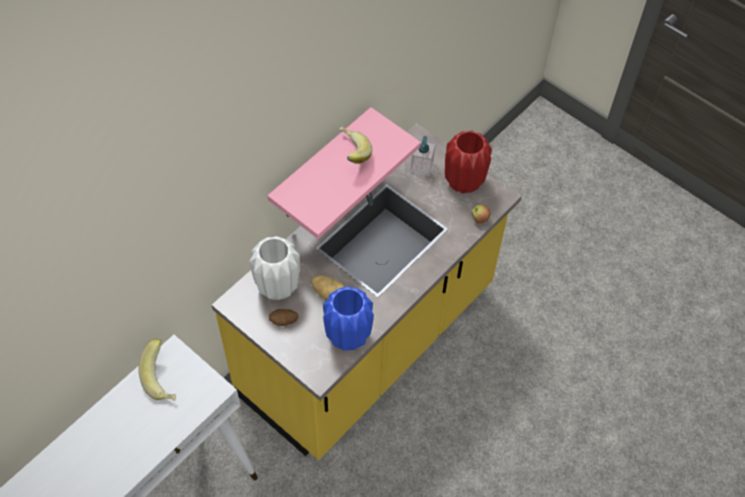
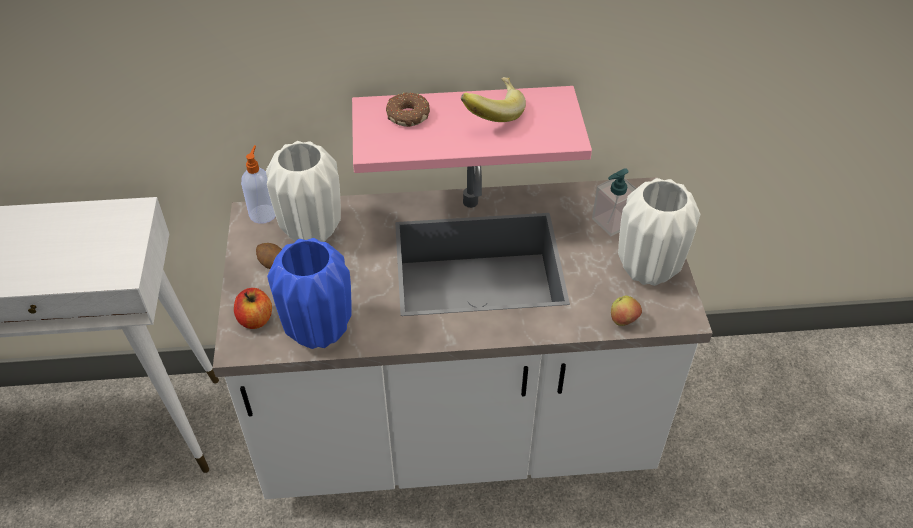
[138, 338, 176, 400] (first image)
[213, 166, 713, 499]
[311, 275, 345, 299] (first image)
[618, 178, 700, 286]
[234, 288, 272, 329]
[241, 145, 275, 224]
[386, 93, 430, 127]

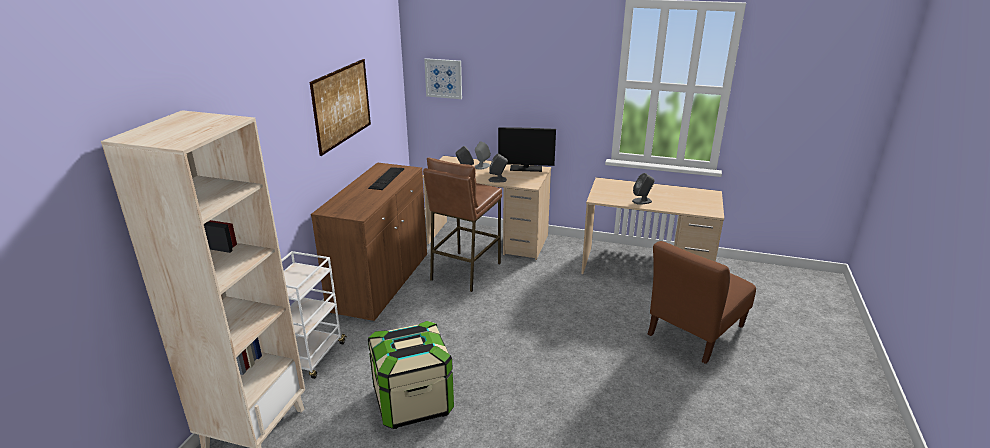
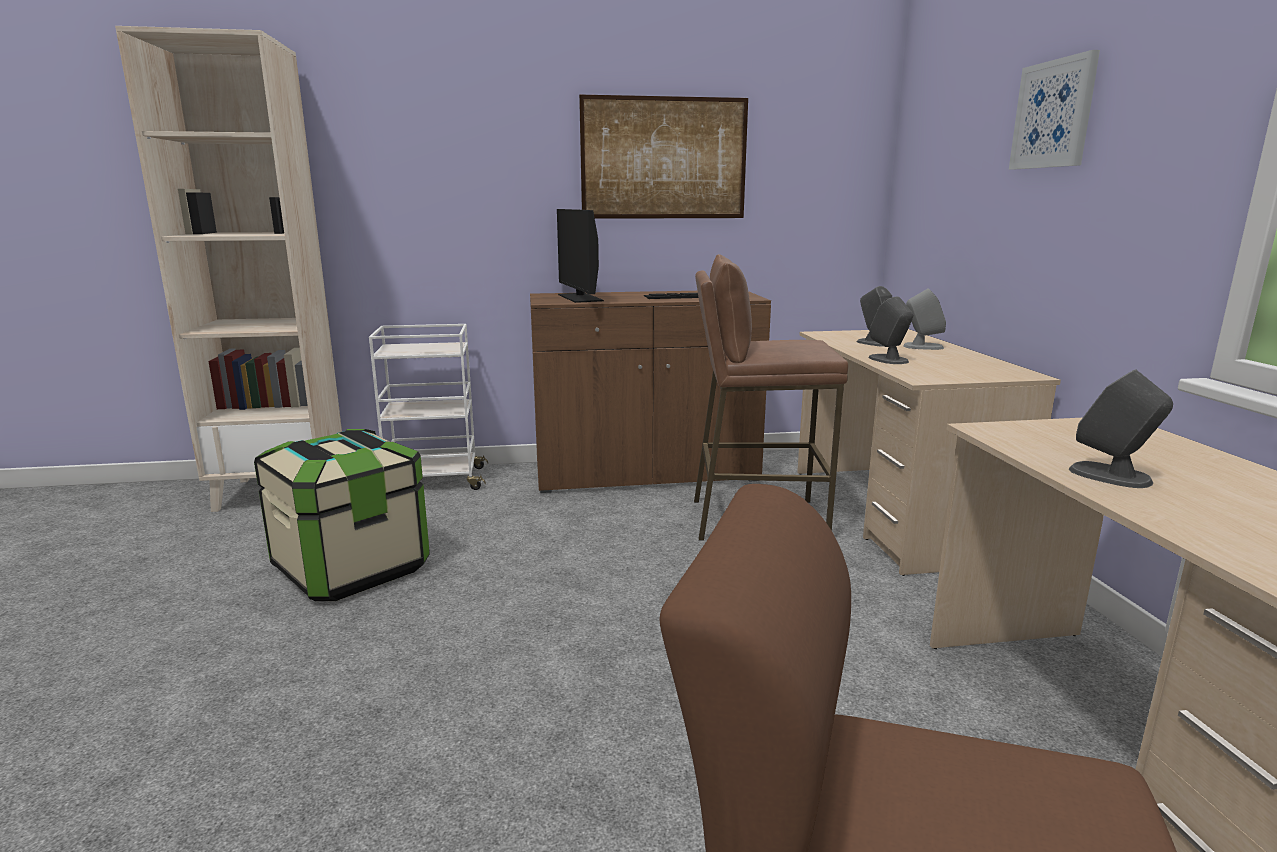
[1009, 50, 1100, 169]
[557, 209, 604, 303]

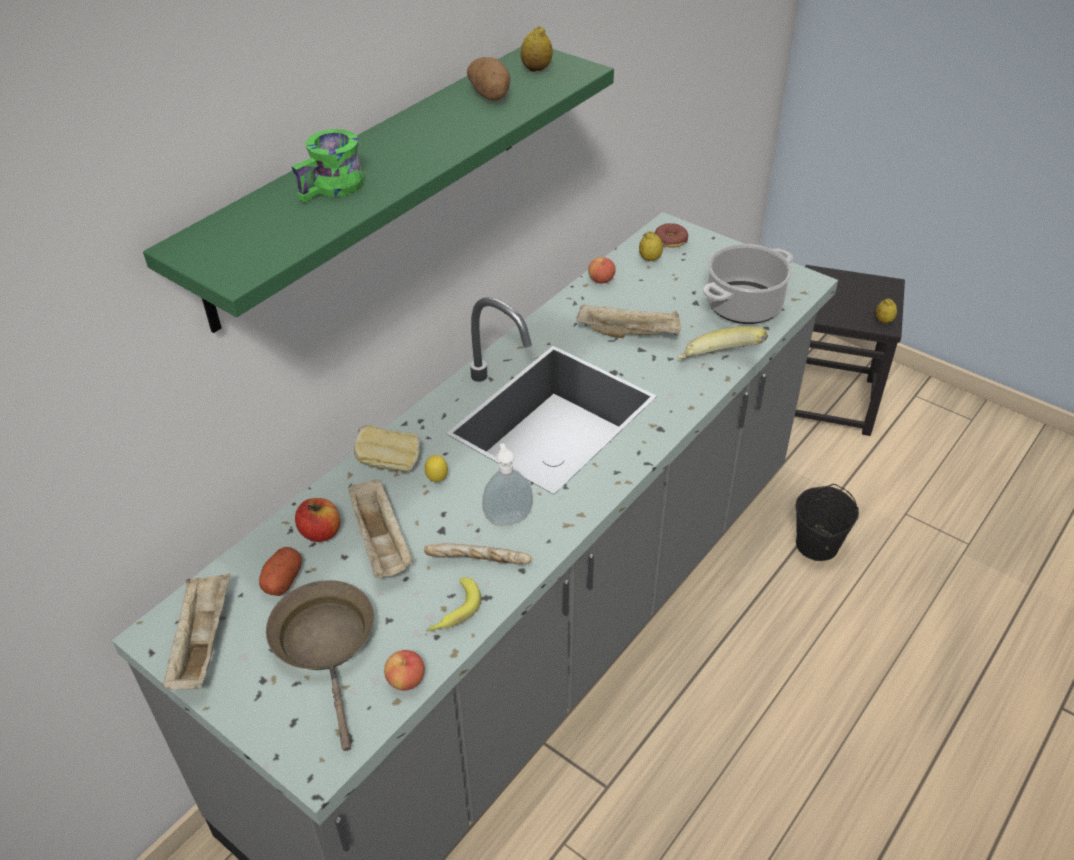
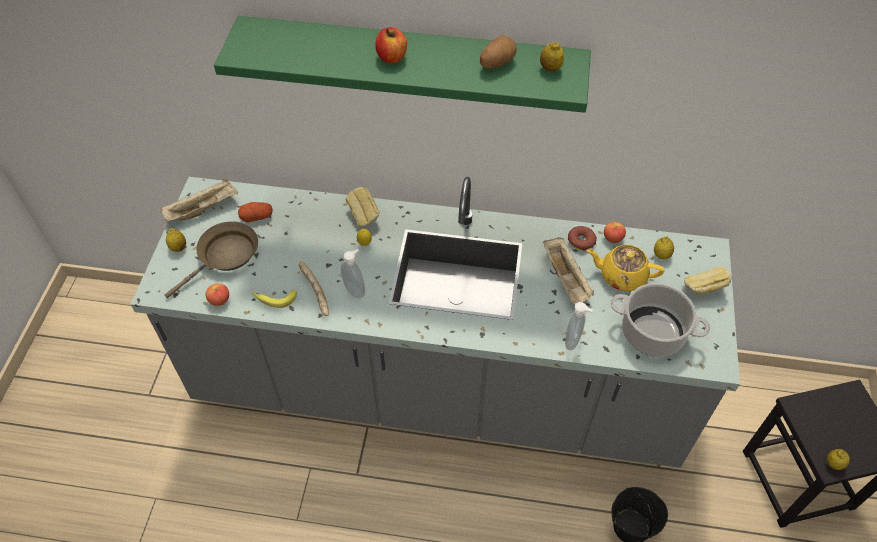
[291, 129, 364, 203] (first image)
[375, 27, 407, 63]
[348, 479, 413, 578] (first image)
[568, 226, 597, 251]
[565, 302, 593, 350]
[166, 228, 186, 252]
[587, 245, 664, 291]
[684, 266, 732, 295]

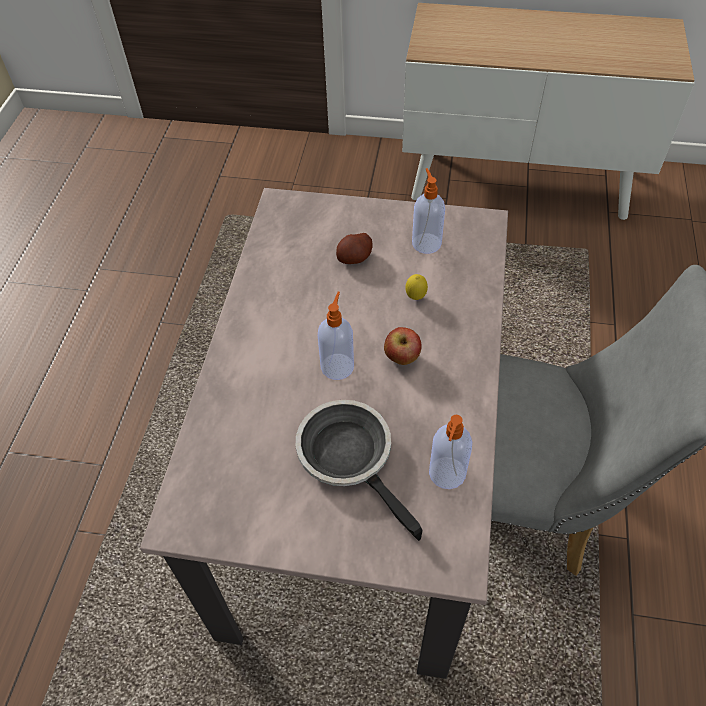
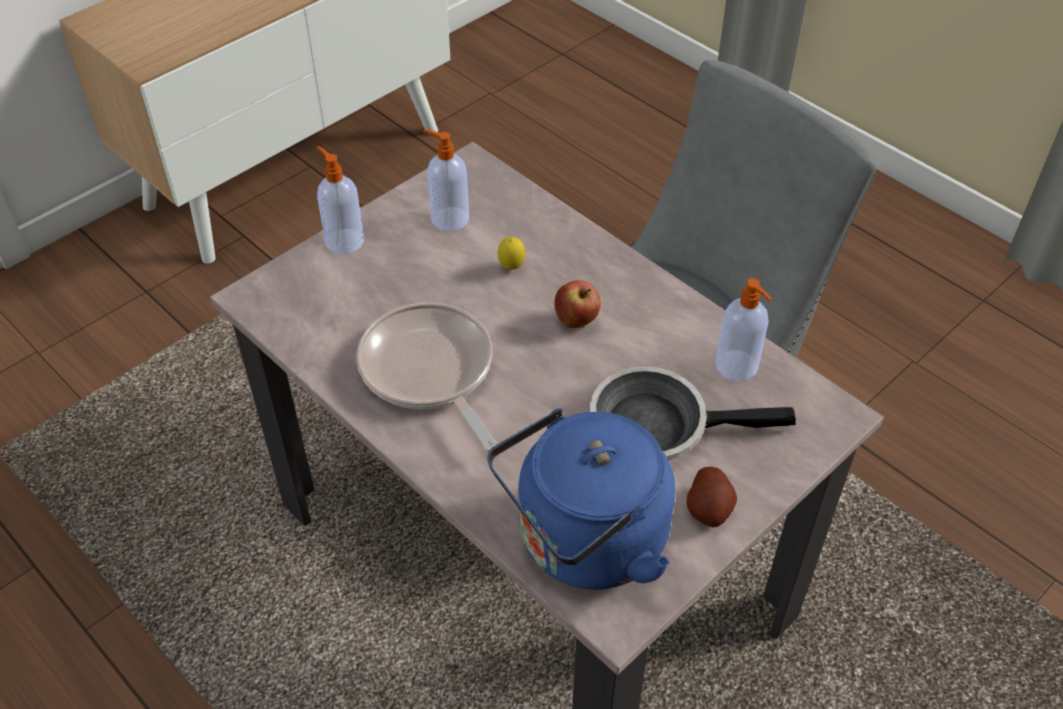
[317, 146, 364, 255]
[687, 467, 737, 527]
[356, 303, 497, 451]
[487, 408, 675, 590]

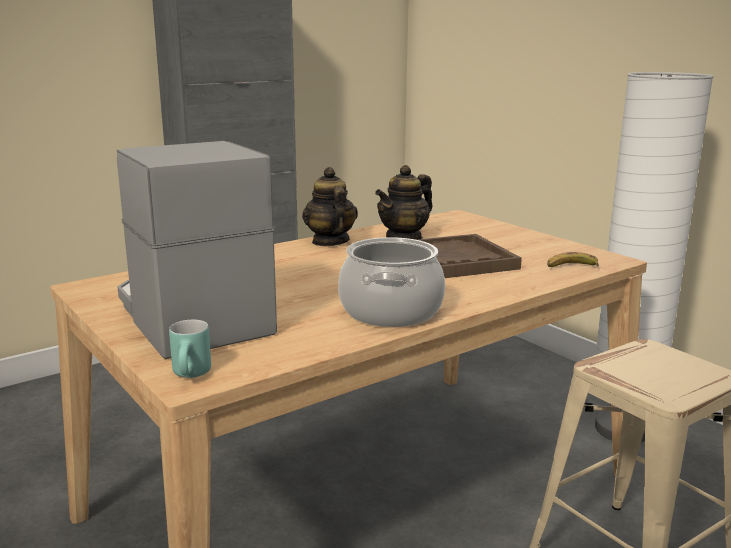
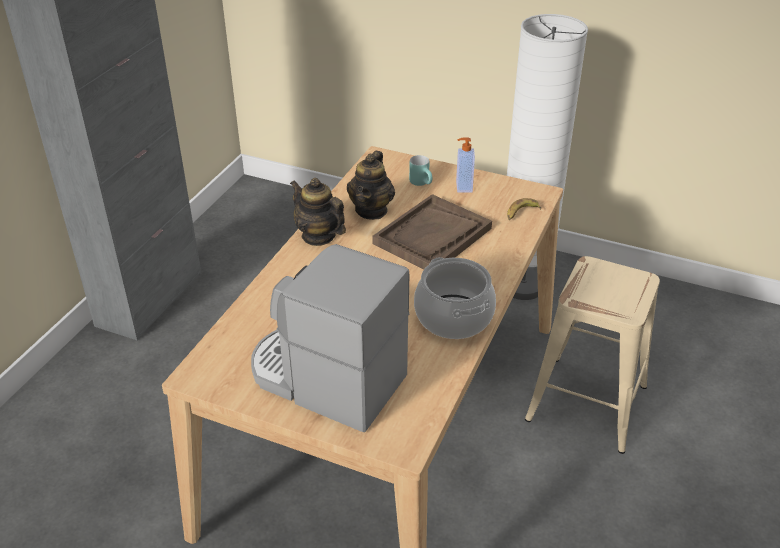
[409, 155, 433, 186]
[456, 137, 475, 193]

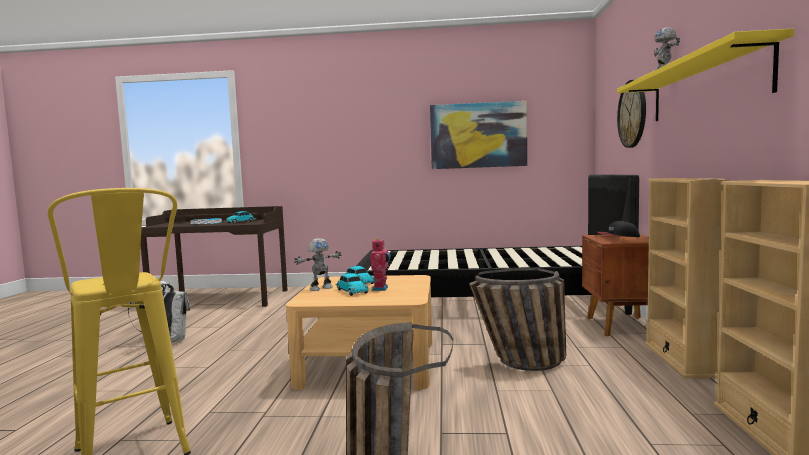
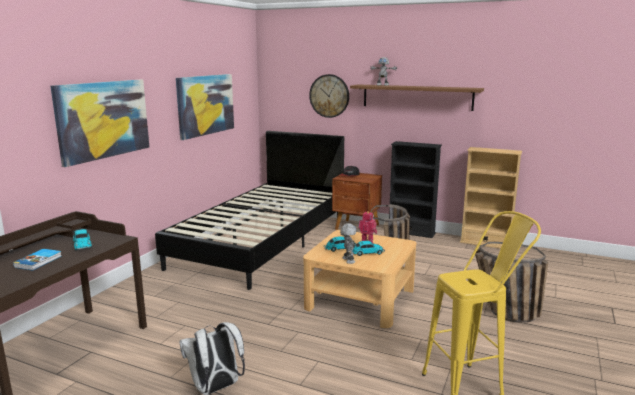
[350, 84, 484, 111]
[389, 141, 442, 238]
[51, 80, 149, 167]

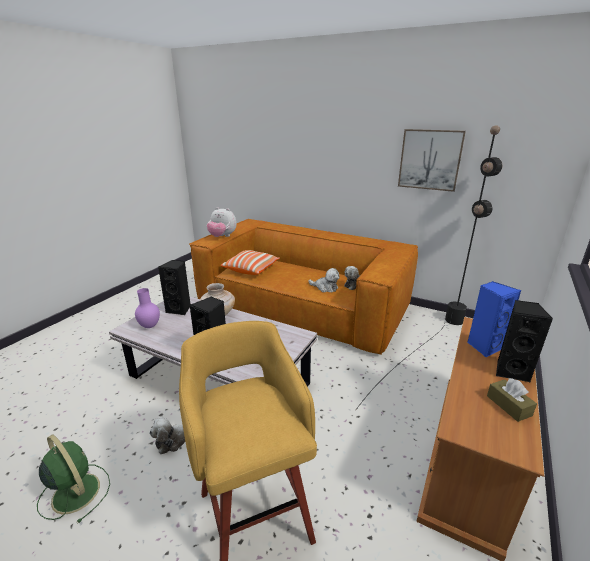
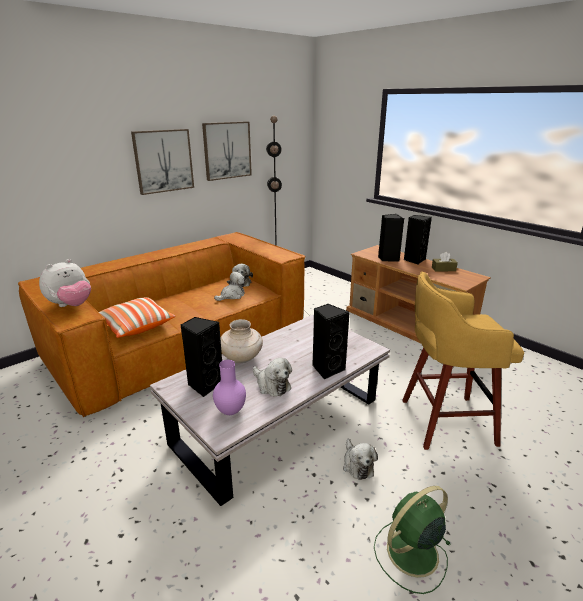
[378, 214, 404, 262]
[131, 129, 194, 195]
[253, 358, 292, 396]

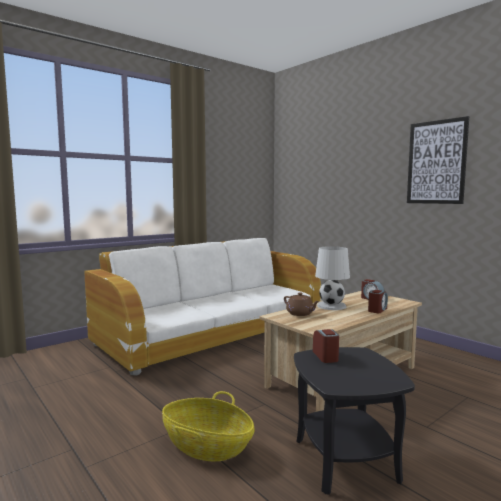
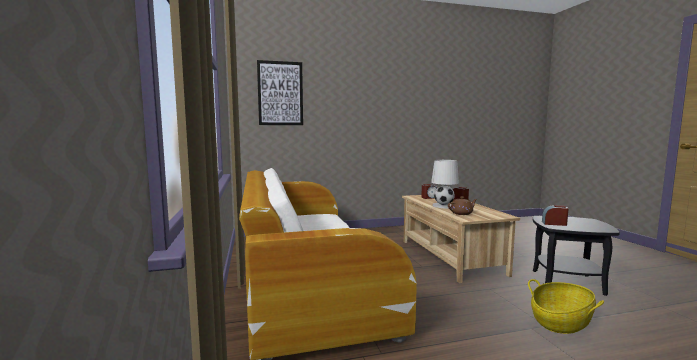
[257, 60, 303, 125]

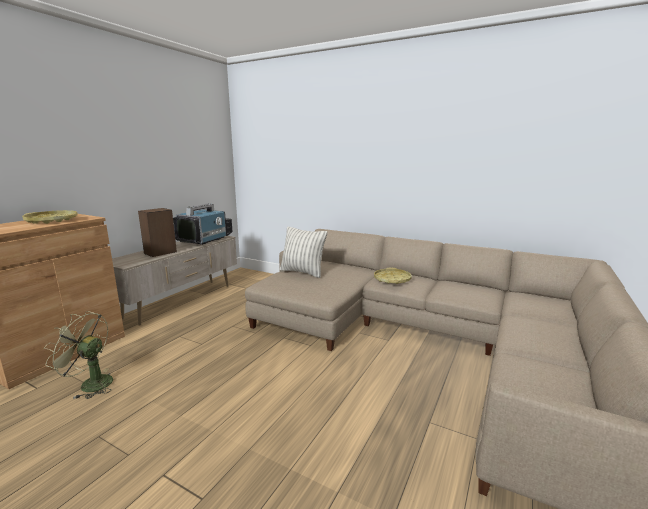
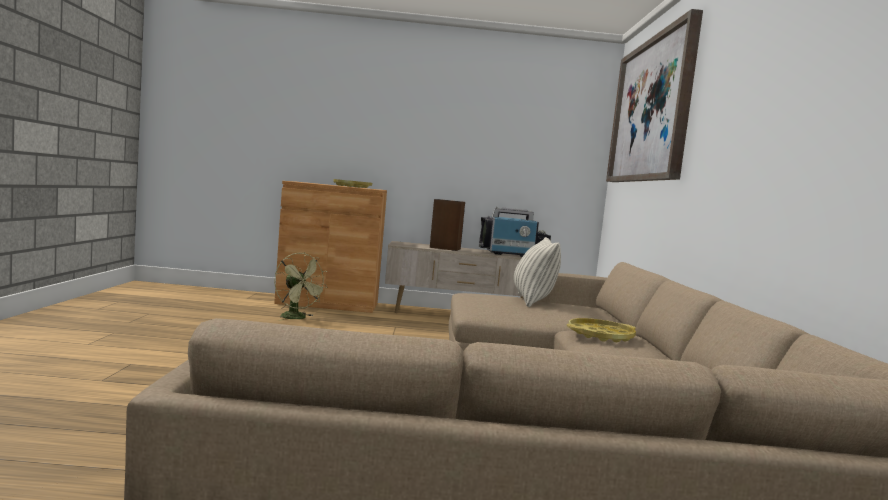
[274, 253, 328, 321]
[606, 9, 703, 182]

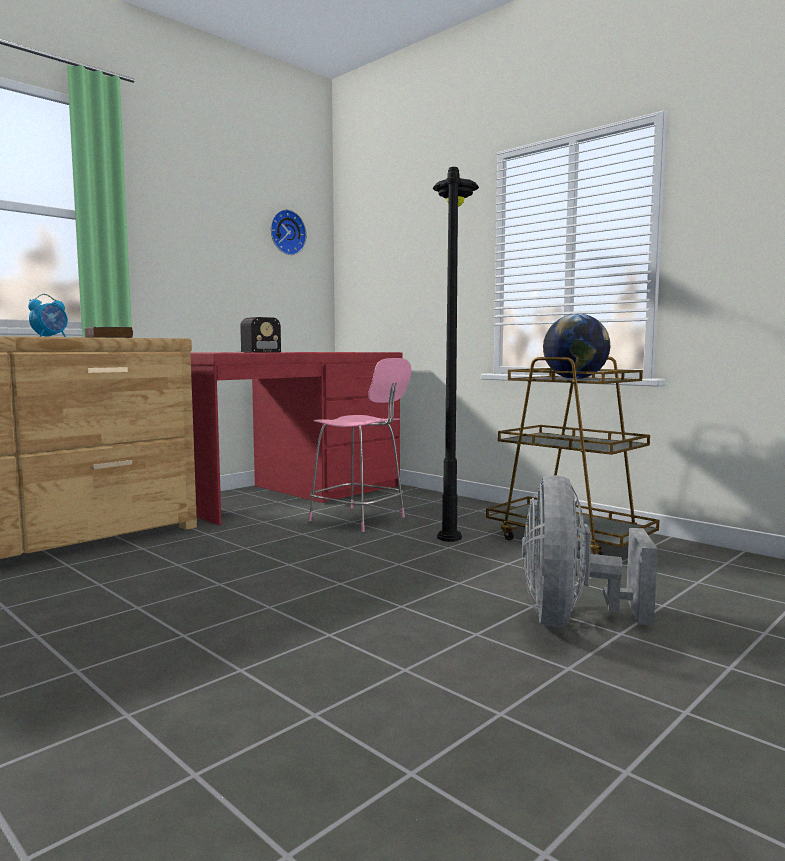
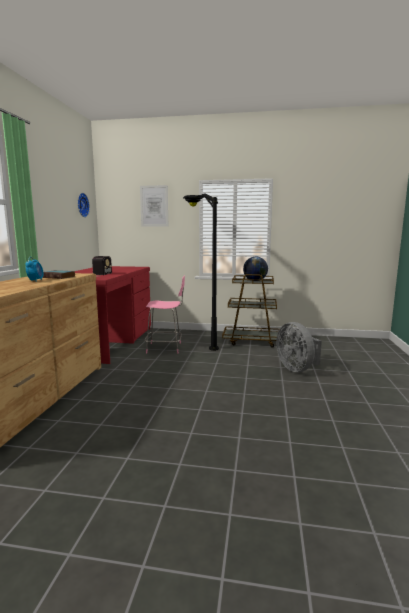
[140, 185, 168, 227]

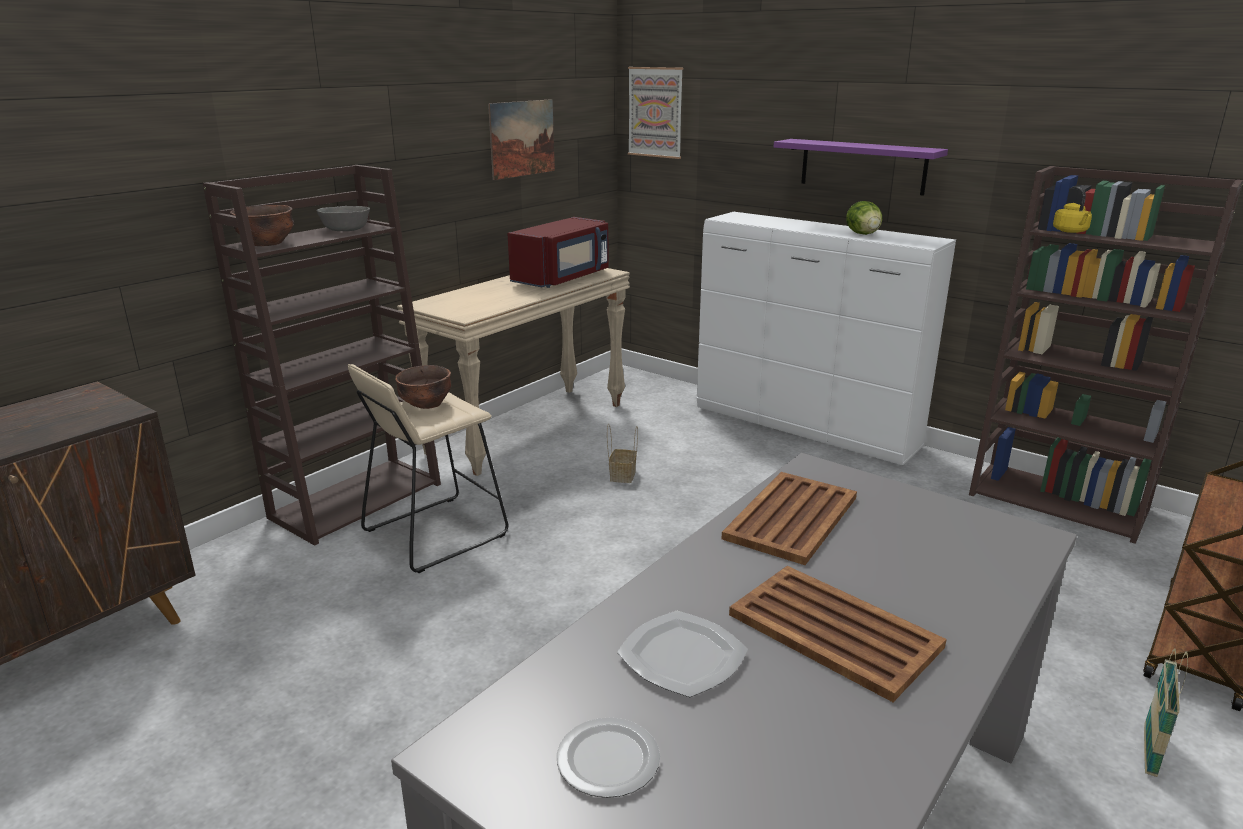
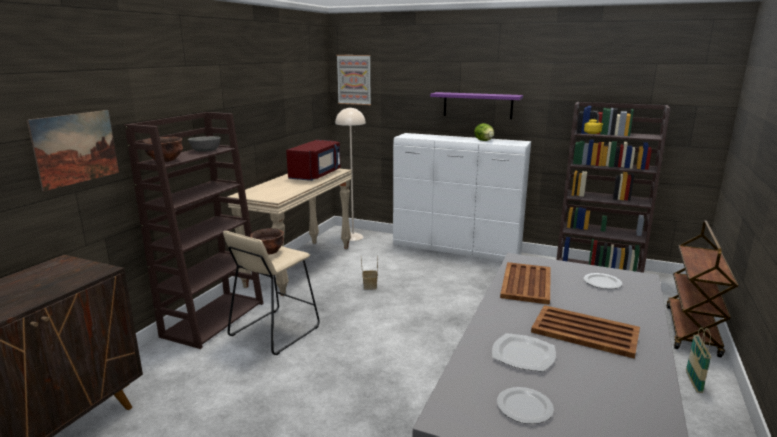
[27, 110, 119, 191]
[335, 107, 366, 241]
[584, 273, 622, 289]

